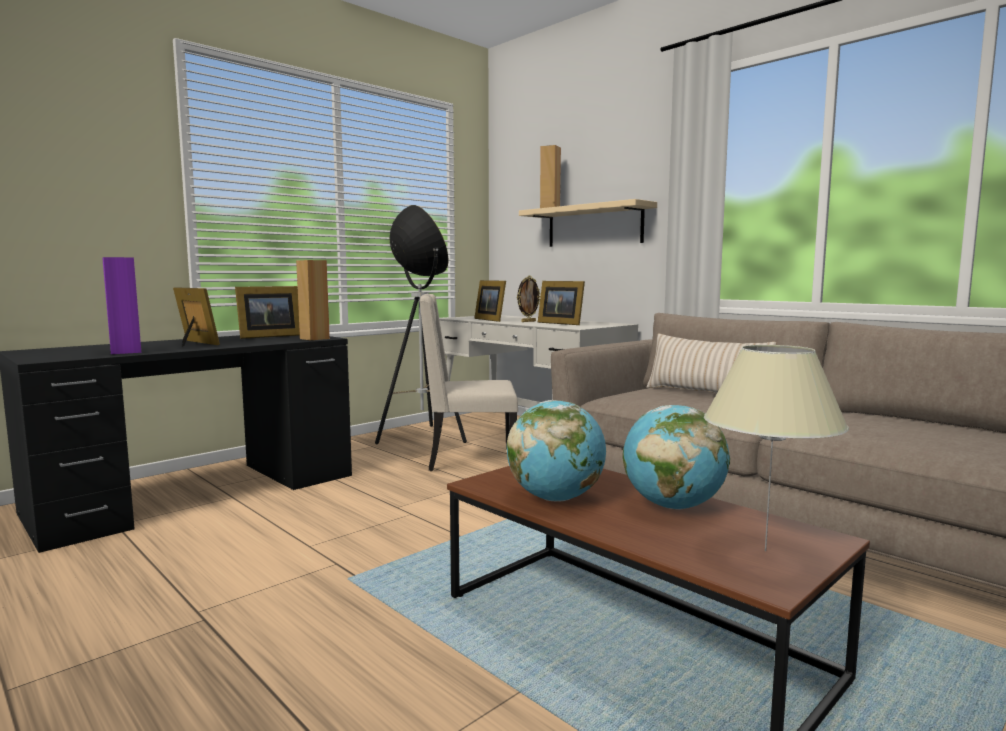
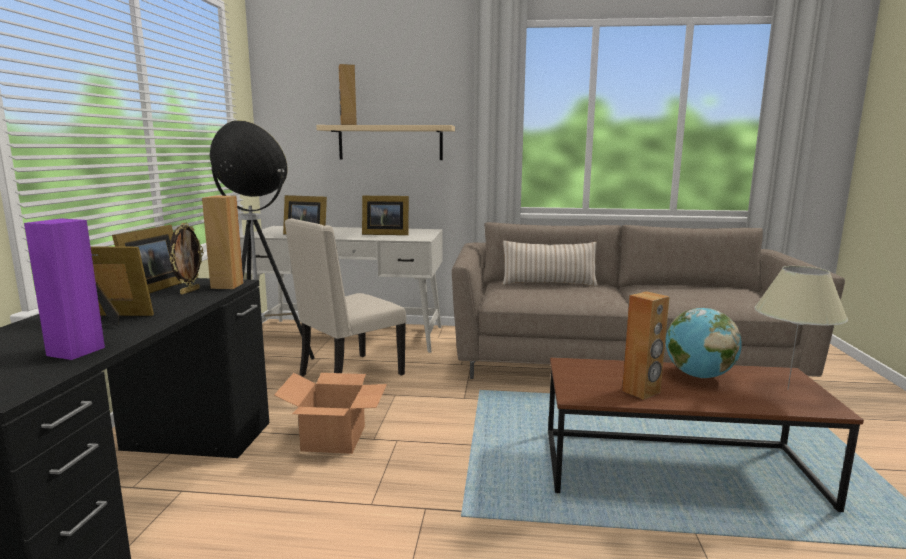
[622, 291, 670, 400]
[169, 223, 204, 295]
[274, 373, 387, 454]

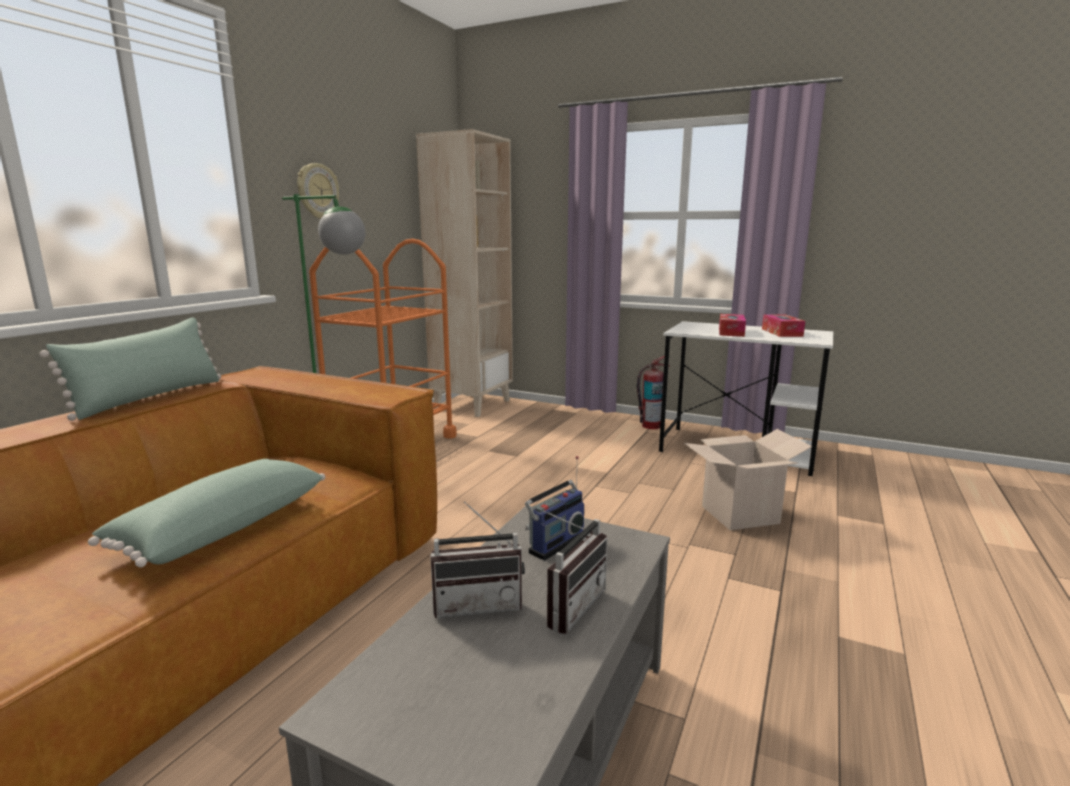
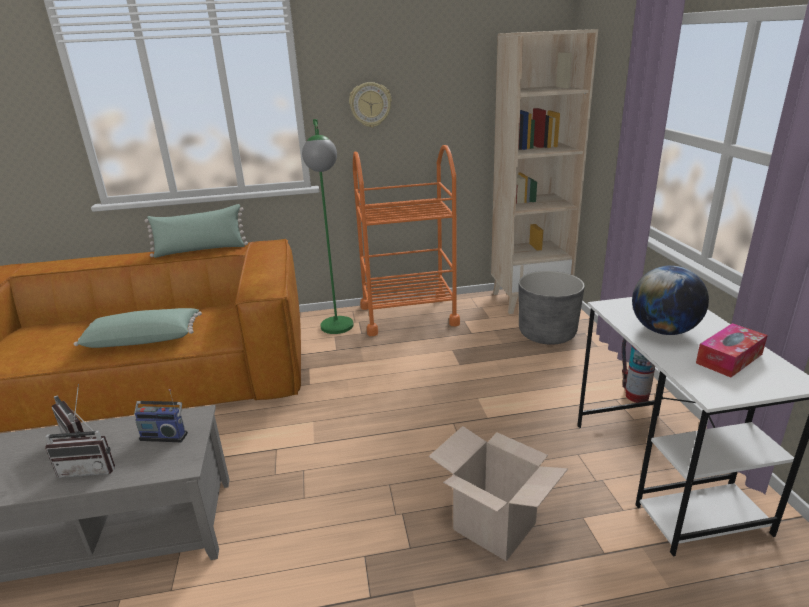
[632, 265, 709, 335]
[519, 271, 585, 345]

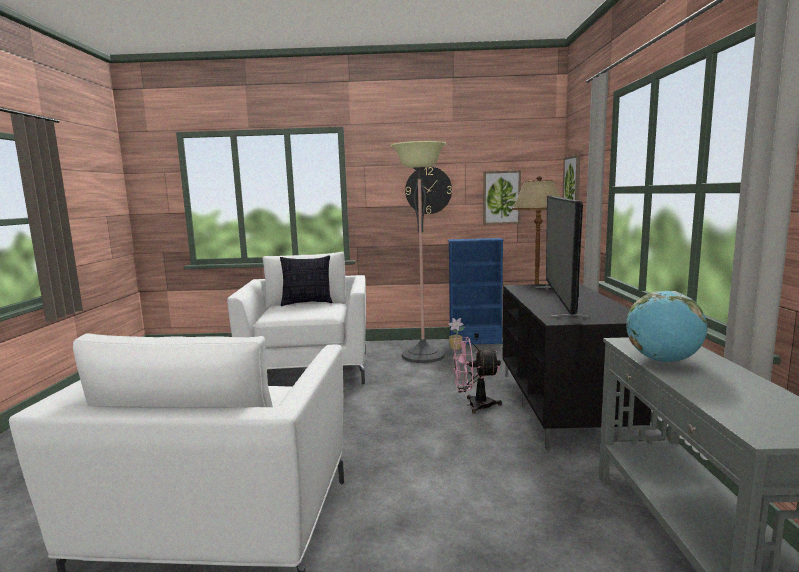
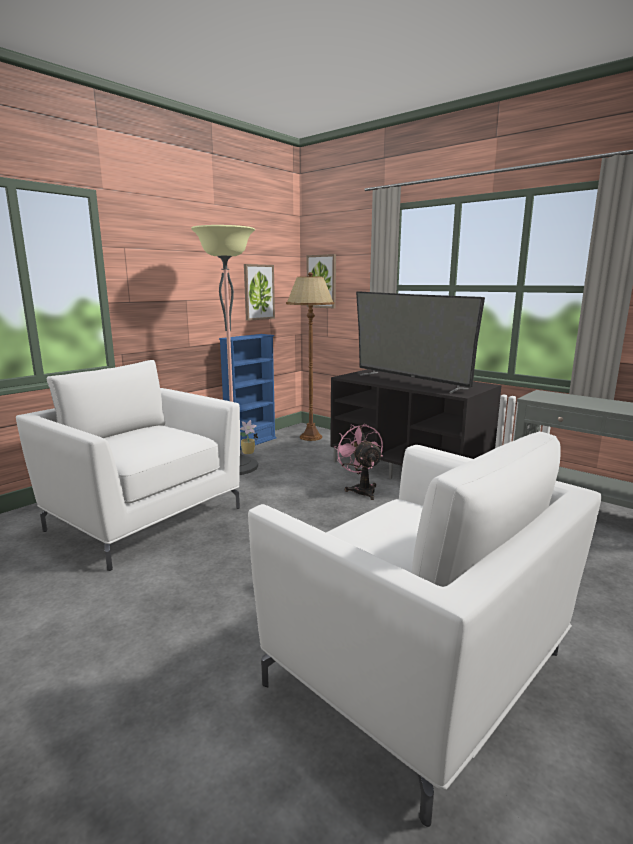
[280, 255, 333, 306] (first image)
[405, 167, 452, 214] (first image)
[334, 424, 383, 500]
[626, 291, 707, 362] (first image)

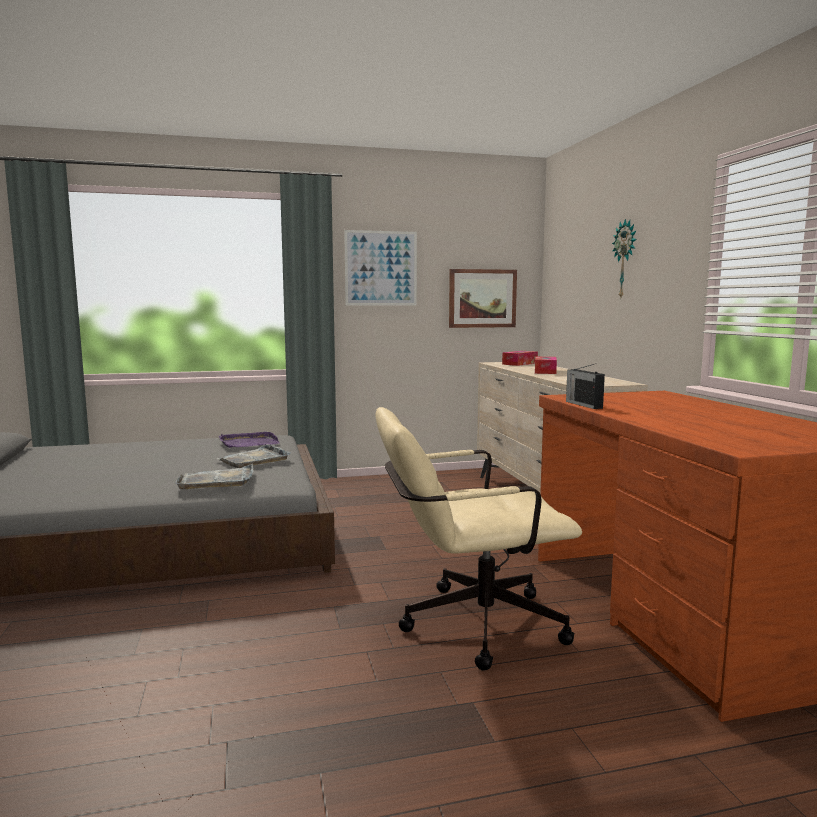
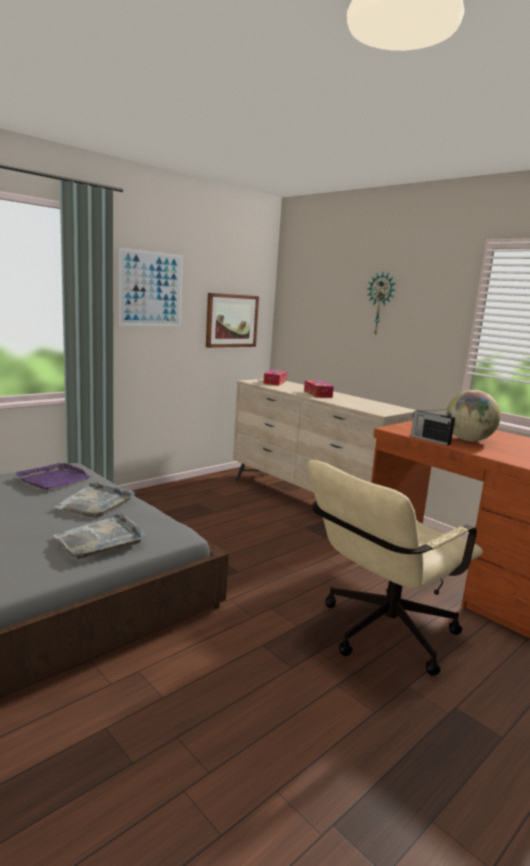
[446, 390, 501, 441]

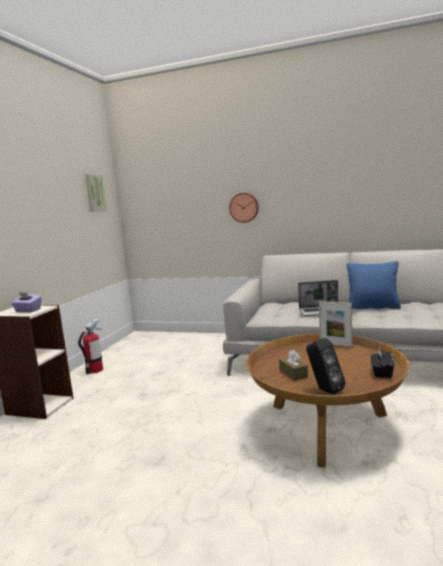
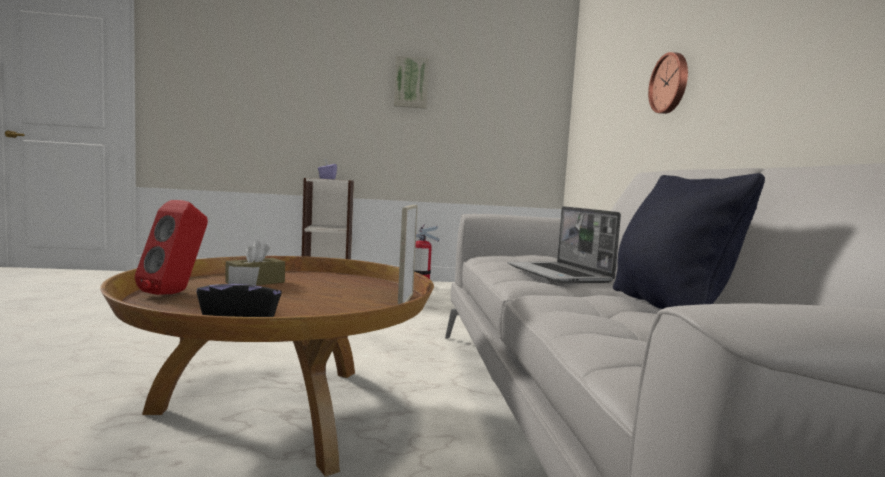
[394, 56, 429, 109]
[135, 200, 208, 295]
[613, 173, 765, 309]

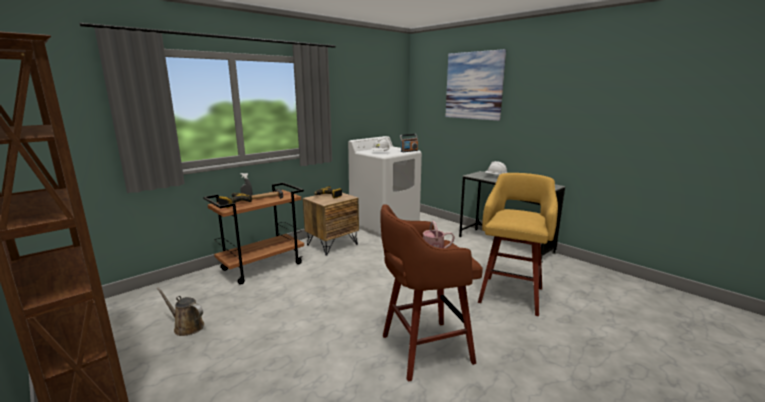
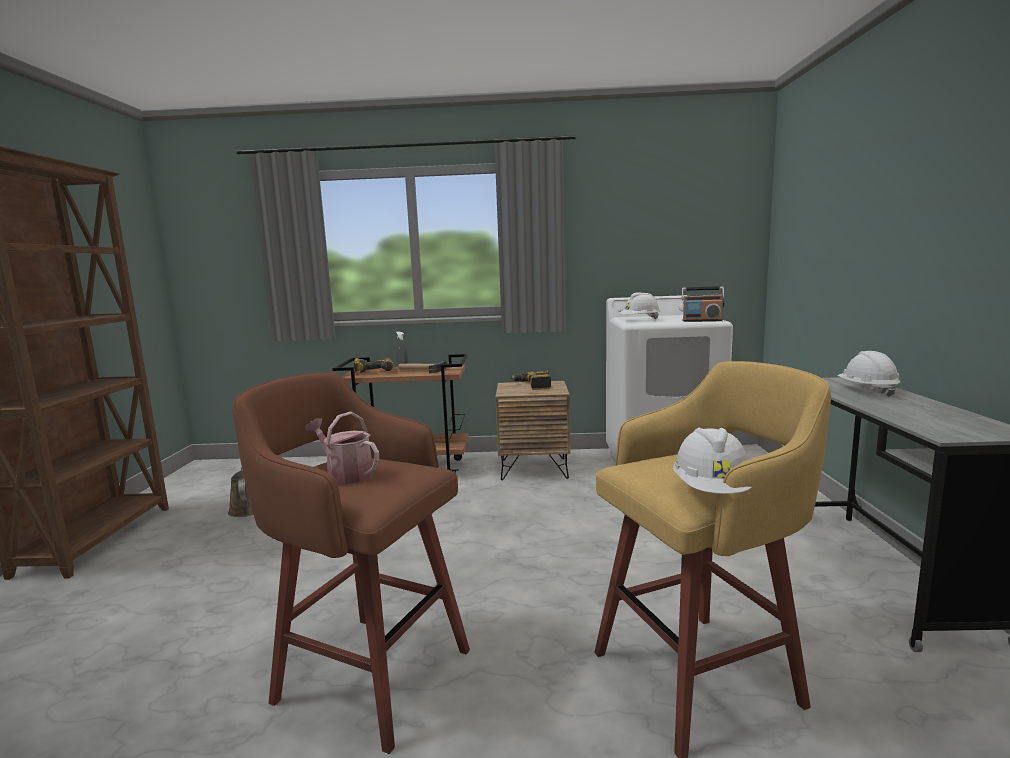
[445, 49, 506, 121] (first image)
[673, 428, 752, 494]

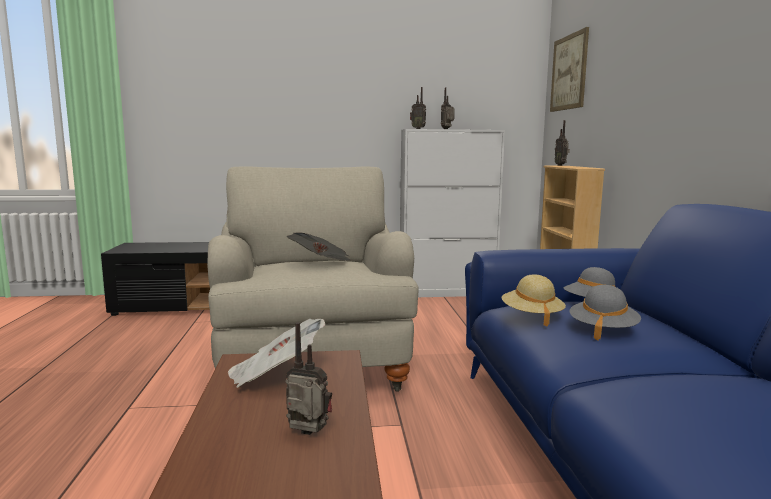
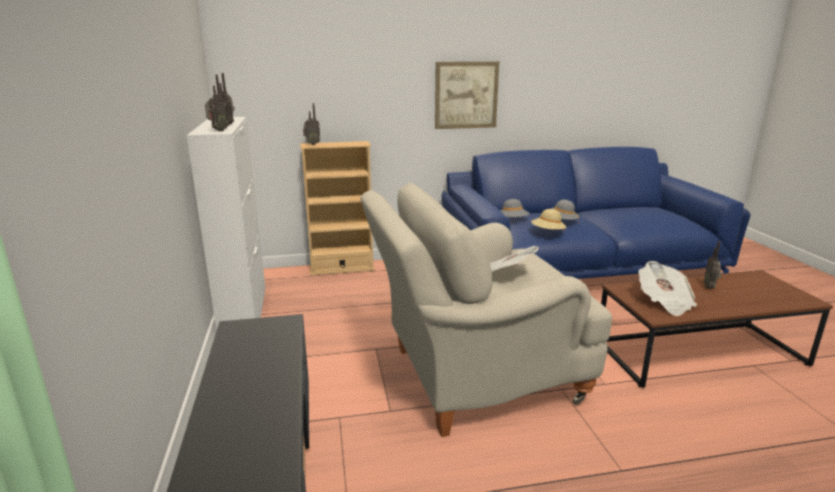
[435, 62, 499, 129]

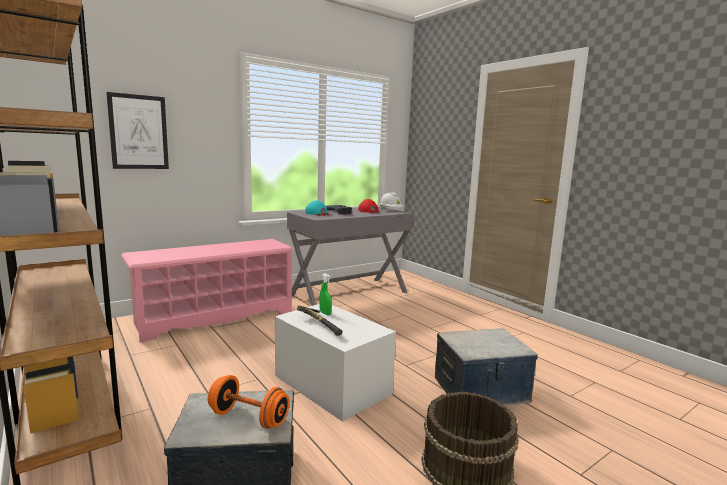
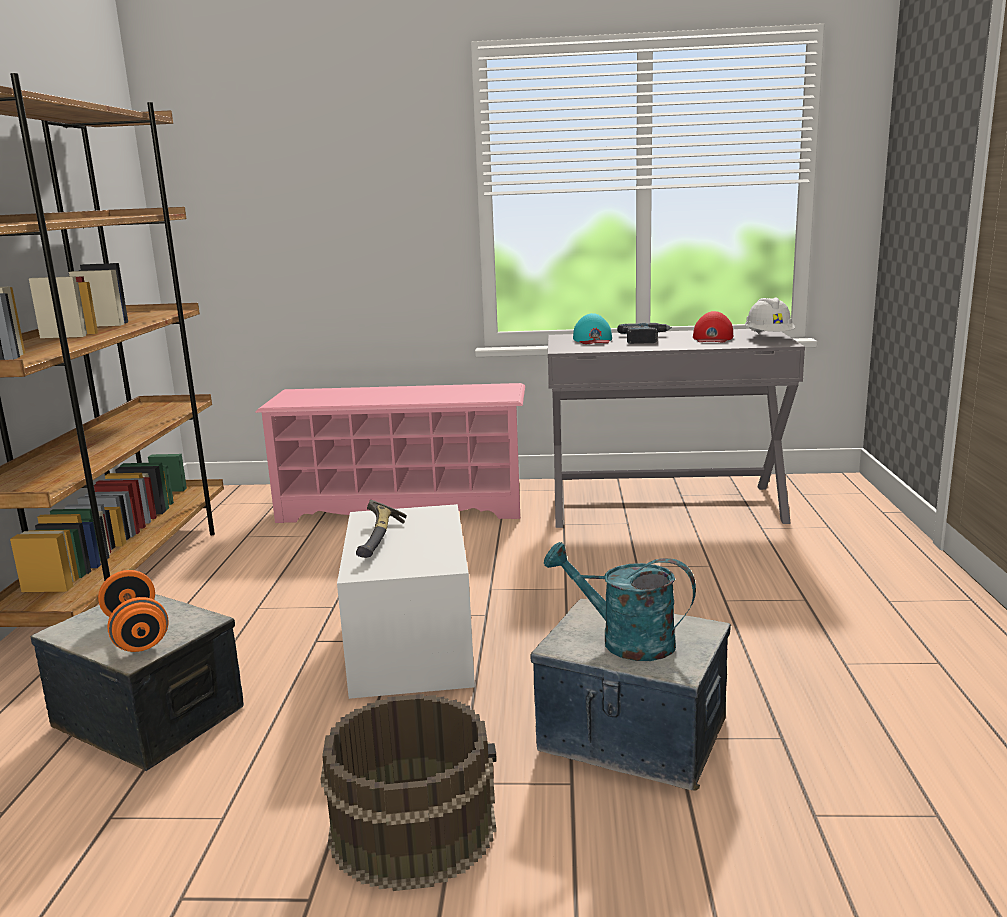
[106, 92, 169, 169] (first image)
[319, 273, 332, 315] (first image)
[544, 542, 696, 661]

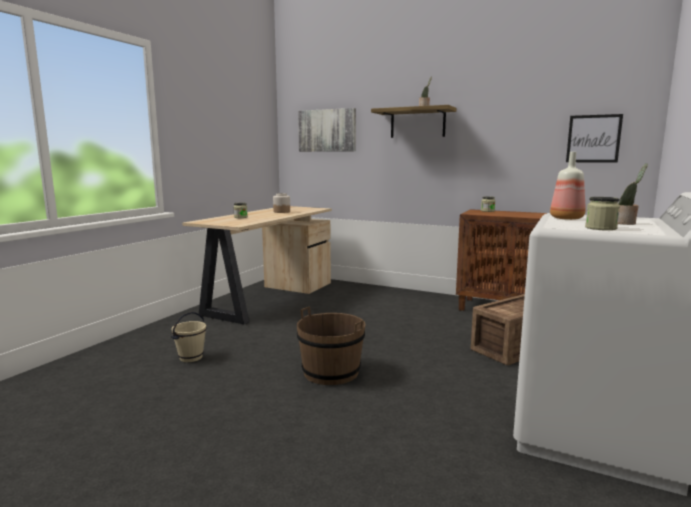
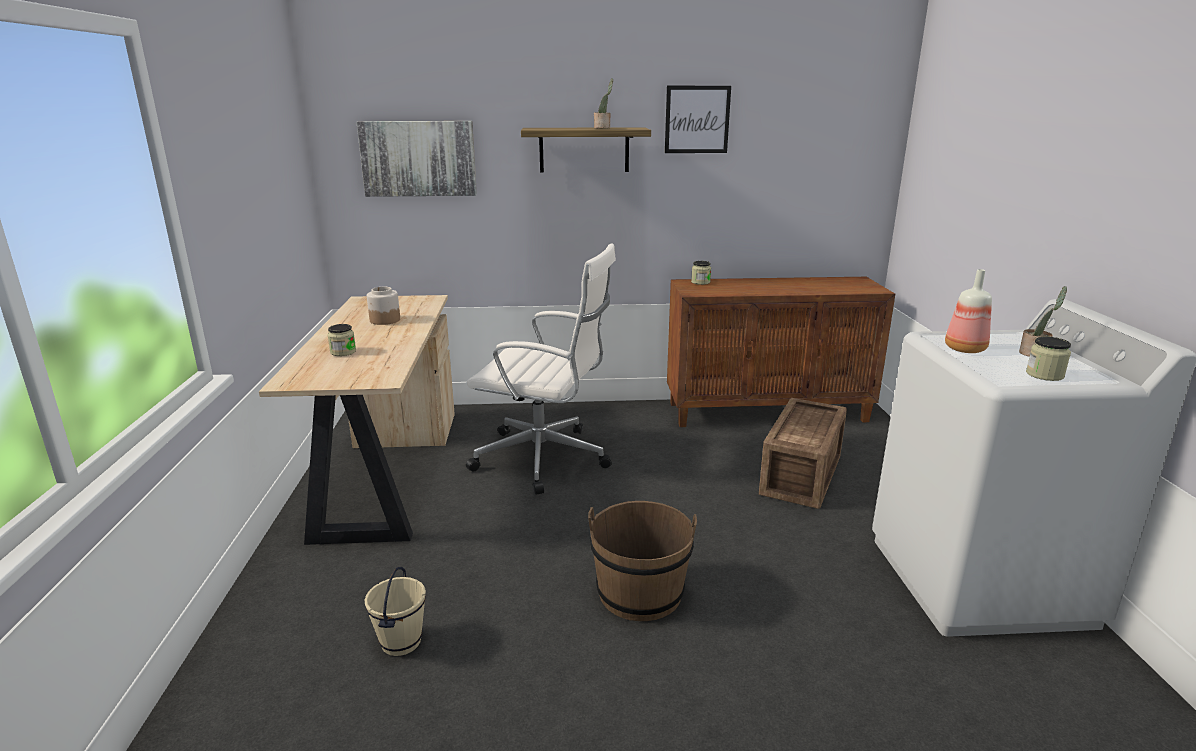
[665, 86, 731, 153]
[466, 244, 616, 494]

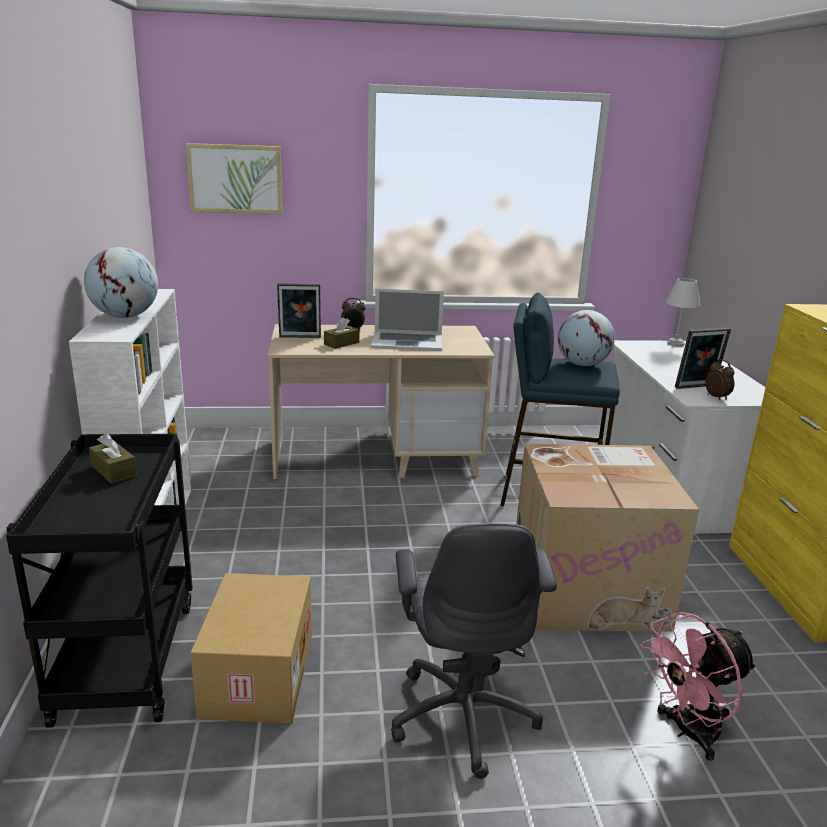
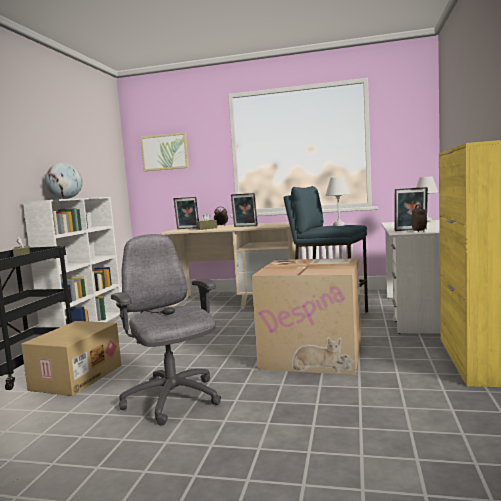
[231, 193, 258, 227]
[111, 234, 221, 425]
[325, 177, 350, 226]
[641, 612, 757, 761] (first image)

